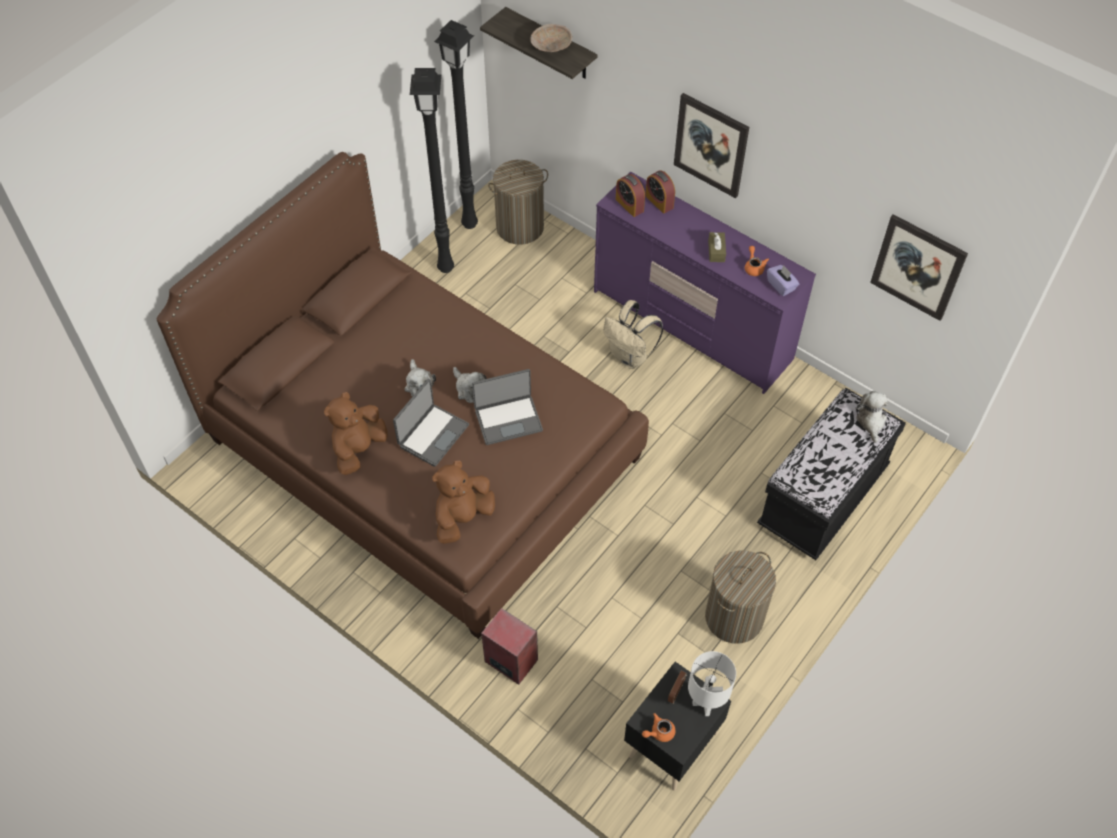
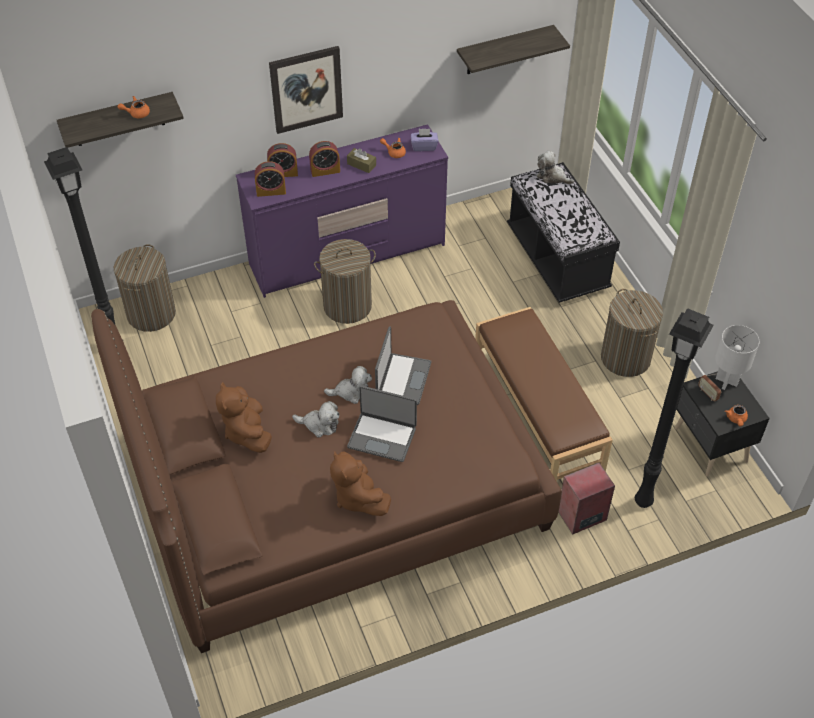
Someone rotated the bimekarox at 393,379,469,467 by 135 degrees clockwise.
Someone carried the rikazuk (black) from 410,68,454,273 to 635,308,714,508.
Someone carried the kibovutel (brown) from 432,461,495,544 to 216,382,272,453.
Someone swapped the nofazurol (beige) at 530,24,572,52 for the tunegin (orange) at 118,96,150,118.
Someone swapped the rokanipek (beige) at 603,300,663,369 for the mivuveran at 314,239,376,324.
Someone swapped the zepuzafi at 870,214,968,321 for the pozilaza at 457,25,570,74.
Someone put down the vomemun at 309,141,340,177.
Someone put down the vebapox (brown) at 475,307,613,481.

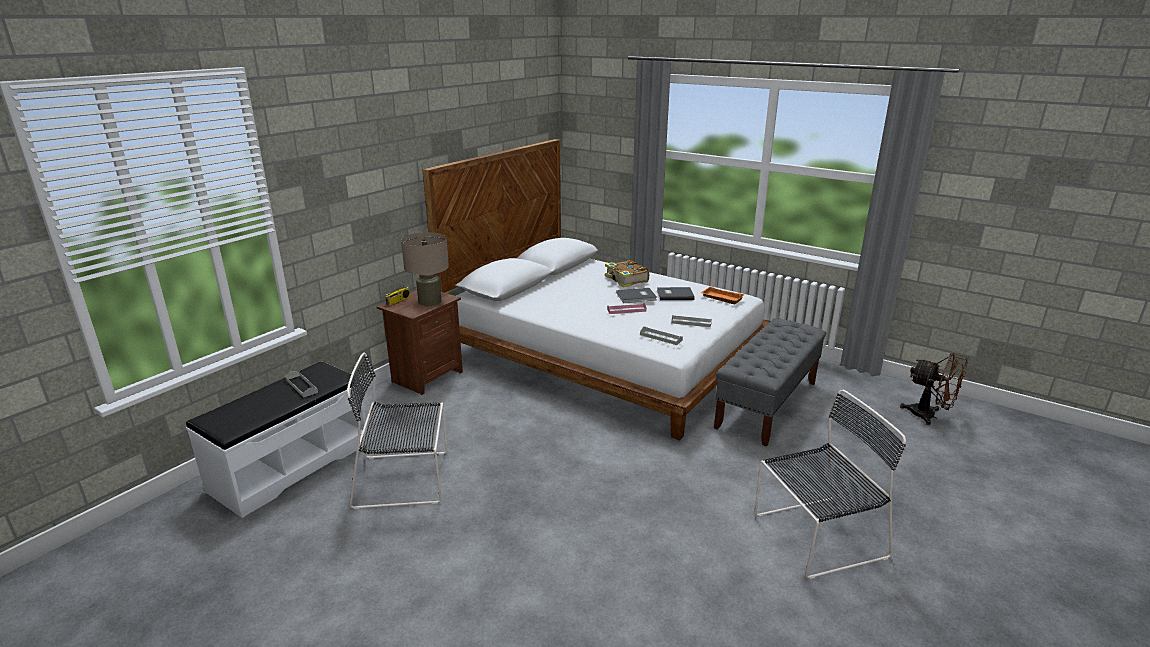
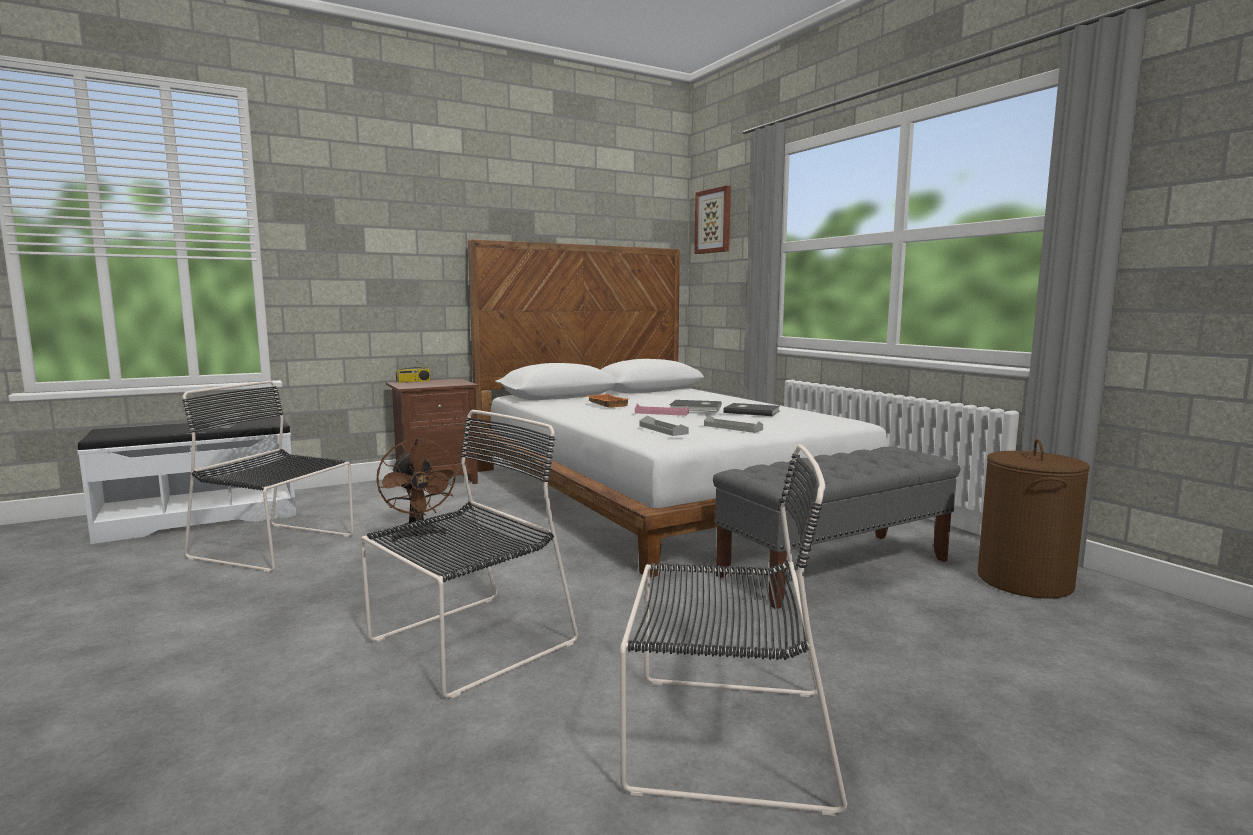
Someone took away the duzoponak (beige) at 401,232,449,306.
Someone took away the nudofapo at 605,260,649,288.
Someone carried the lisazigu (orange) from 701,287,745,304 to 586,394,630,407.
Someone carried the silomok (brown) from 900,353,968,425 to 376,438,458,542.
Someone put down the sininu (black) at 360,410,578,699.
Someone put up the zepuzafi at 694,186,731,254.
Someone put down the mivuveran (brown) at 978,439,1090,599.

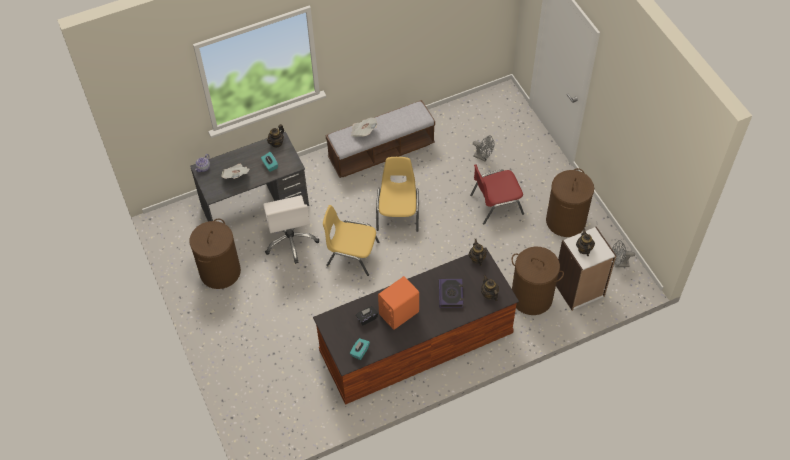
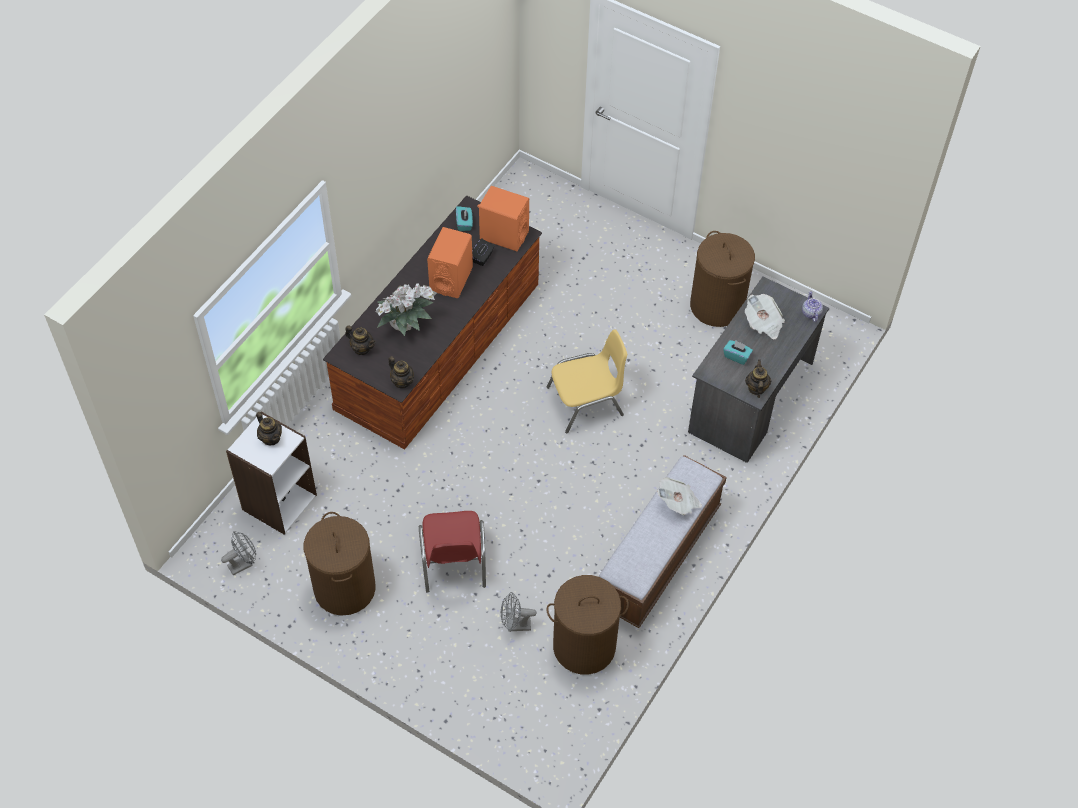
Someone took away the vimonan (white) at 263,195,319,264.
Someone took away the sininu (yellow) at 376,157,419,232.
Someone swapped the nudofapo at 439,279,464,308 for the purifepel at 375,283,437,336.
Someone rotated the sininu (red) at 470,164,524,224 by 135 degrees clockwise.
Someone carried the mivuveran (brown) from 512,247,564,315 to 547,575,629,674.
Someone put down the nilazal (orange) at 477,186,529,251.

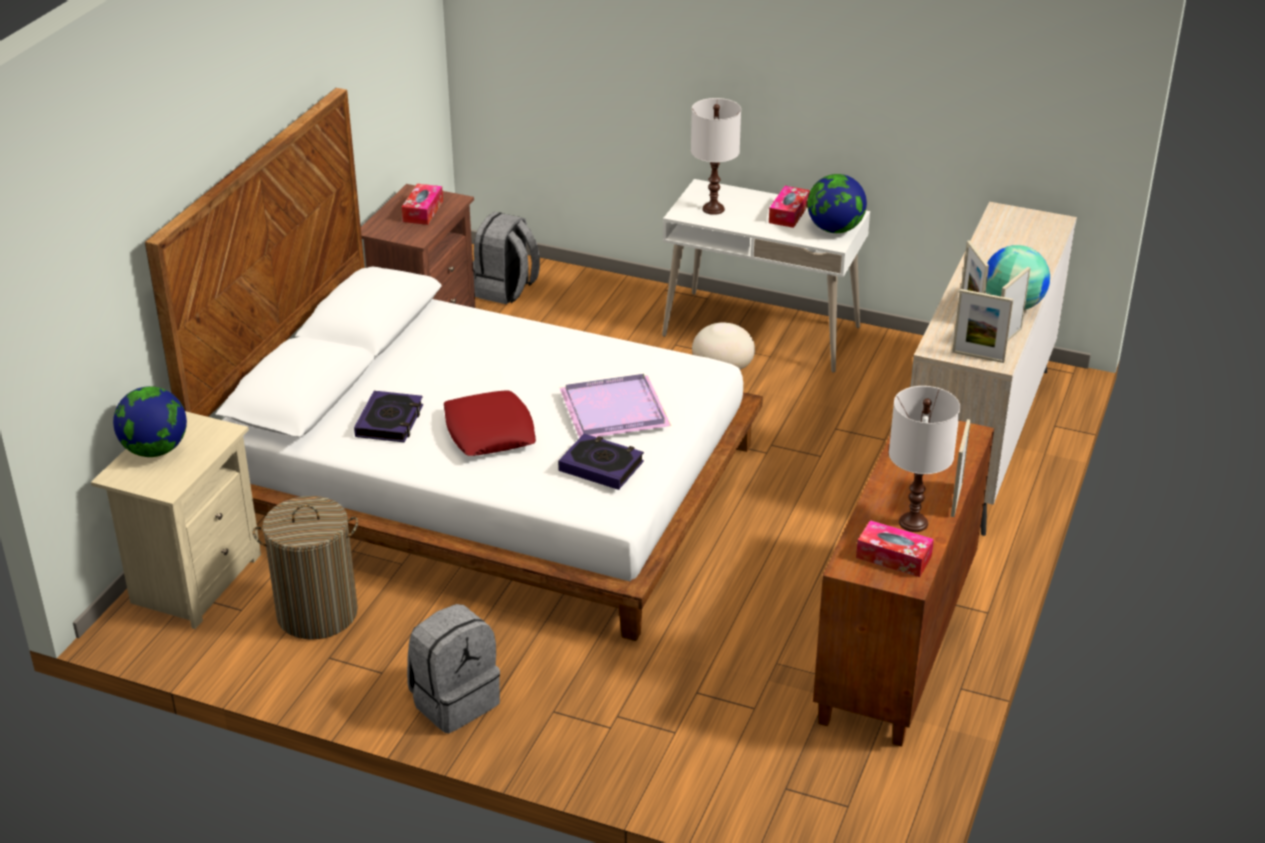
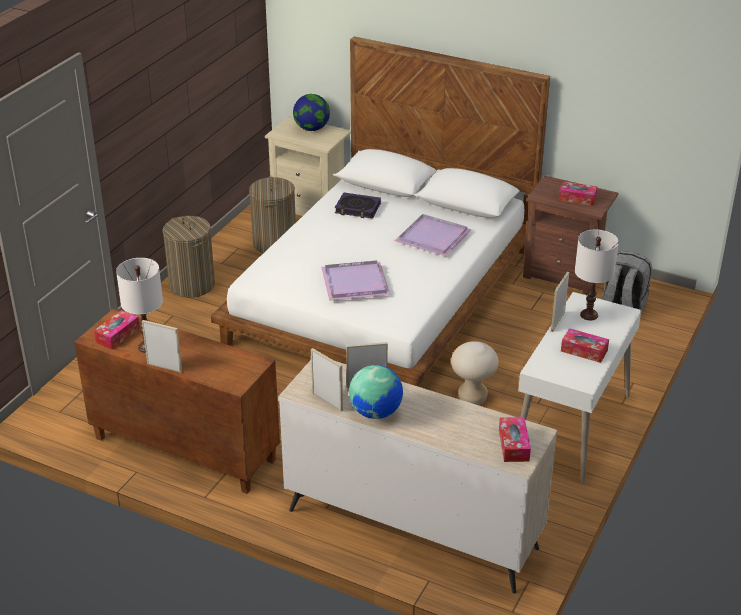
Someone swapped the rokanipek (grey) at 407,604,500,733 for the mivuveran at 163,216,215,298.
Someone took away the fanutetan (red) at 444,391,536,456.
Someone took away the nudofapo at 558,434,644,490.
Someone took away the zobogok at 807,174,867,233.
Someone carried the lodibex from 952,289,1013,363 to 551,272,569,332.
Someone put down the lisazigu (purple) at 395,214,472,256.
Someone put down the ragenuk at 499,417,531,462.

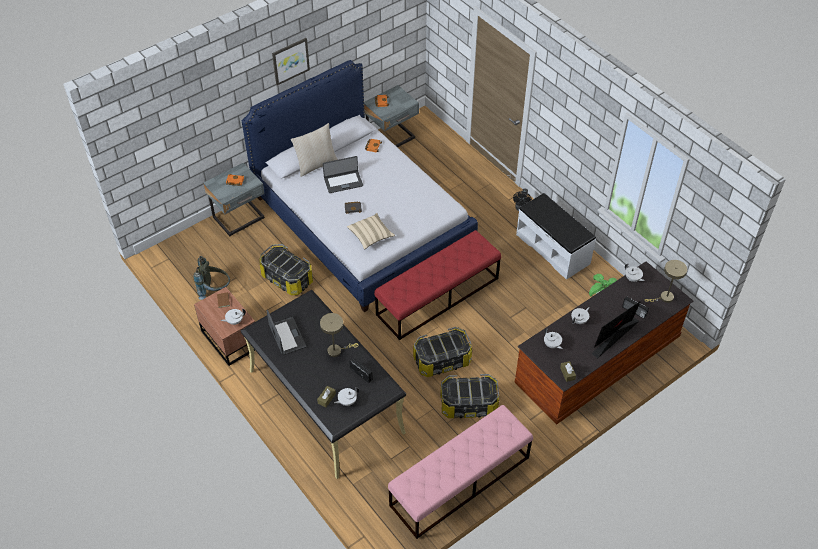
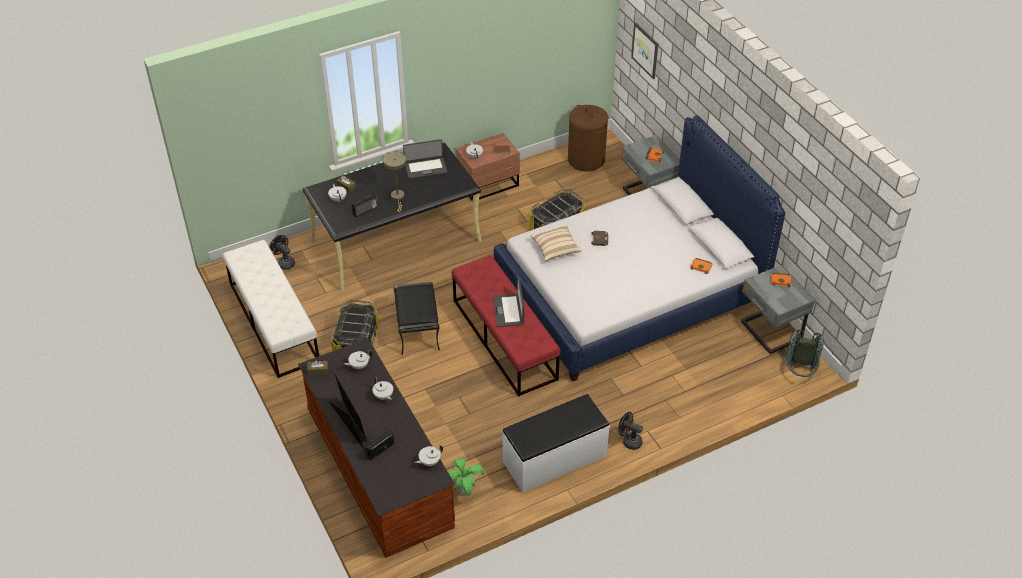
Someone carried the rokanipek (grey) from 194,256,230,300 to 784,330,824,377.
Someone carried the zepuzafi from 272,38,310,85 to 631,22,658,79.
Someone took away the fanutetan (beige) at 291,123,338,177.
Someone carried the bimekarox from 323,156,363,193 to 493,276,524,327.
Someone repainted the vebapox (pink) at 388,405,533,539, which became the vebapox (white) at 223,240,319,378.
Someone swapped the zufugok at 413,327,472,377 for the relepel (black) at 394,282,440,355.
Someone took away the duzoponak (beige) at 645,260,687,303.
Someone put down the silomok (black) at 269,235,295,270.
Someone put down the mivuveran (brown) at 568,105,609,172.

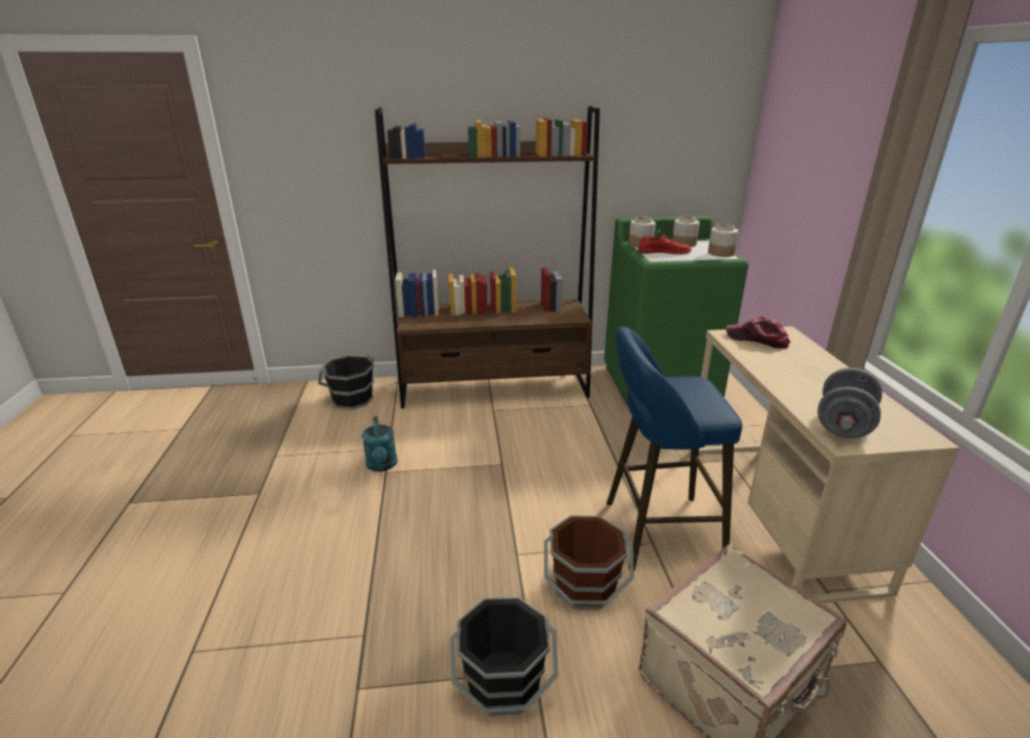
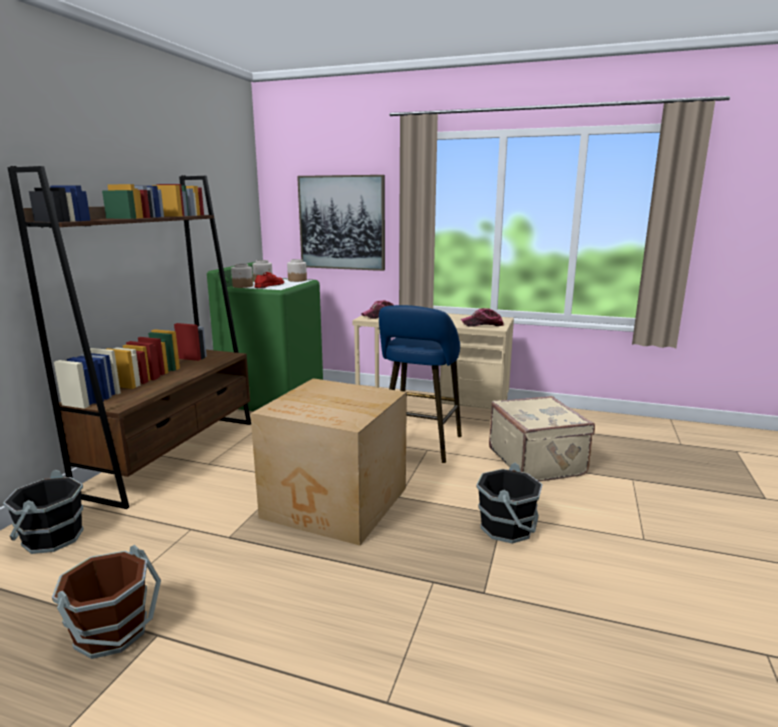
Someone took away the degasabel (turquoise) at 362,416,398,472.
Someone carried the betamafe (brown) from 544,515,634,610 to 52,545,161,659.
Someone swapped the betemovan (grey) at 817,368,882,438 for the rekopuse at 461,308,504,327.
Someone put down the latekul at 250,378,407,546.
Someone put up the zepuzafi at 297,175,385,271.

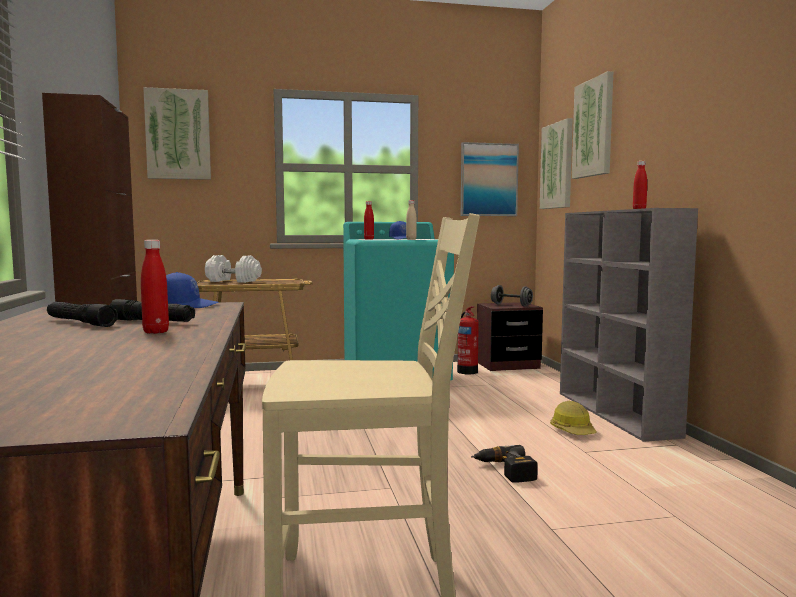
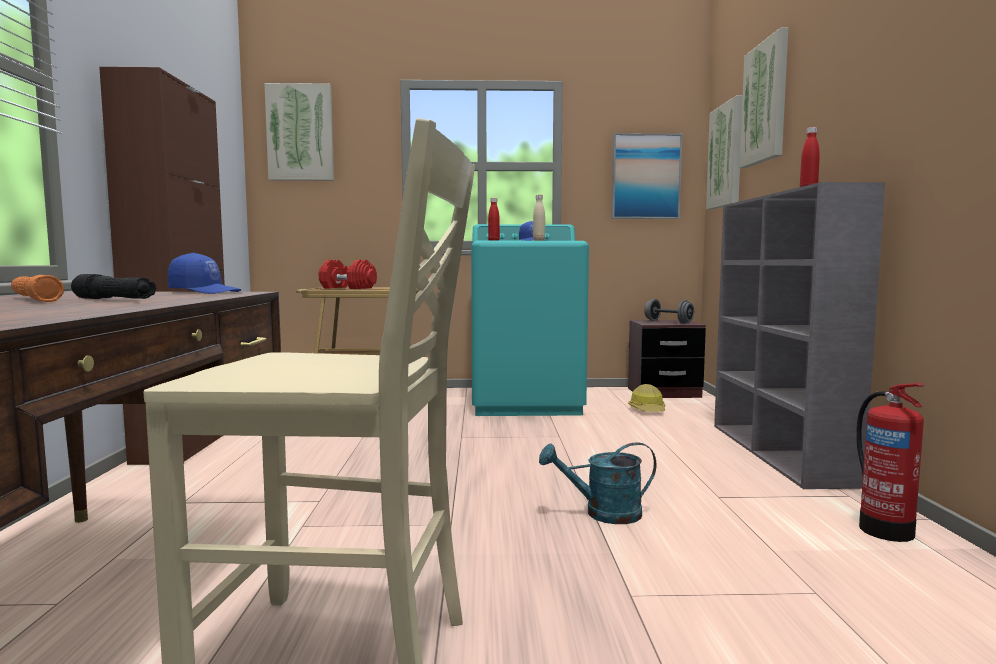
Someone repainted the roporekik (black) at 47,302,118,327, which became the roporekik (orange) at 11,275,64,302.
Someone took away the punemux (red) at 141,240,169,334.
Someone repainted the betemovan (white) at 205,255,262,283, which became the betemovan (red) at 319,260,377,289.
Someone carried the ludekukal from 457,306,479,374 to 856,383,925,542.
Someone swapped the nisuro at 471,445,538,483 for the degasabel (turquoise) at 539,442,656,524.
Someone carried the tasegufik from 550,401,597,435 to 628,384,665,412.

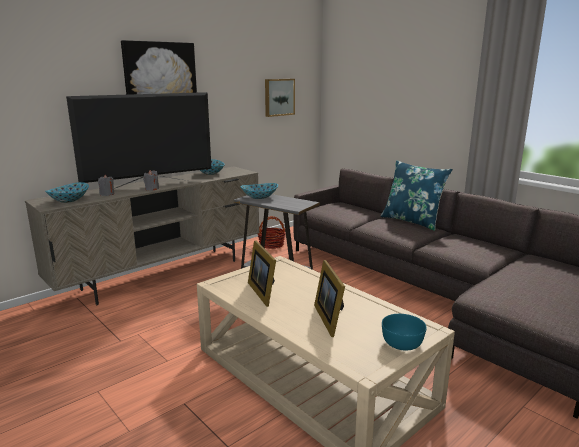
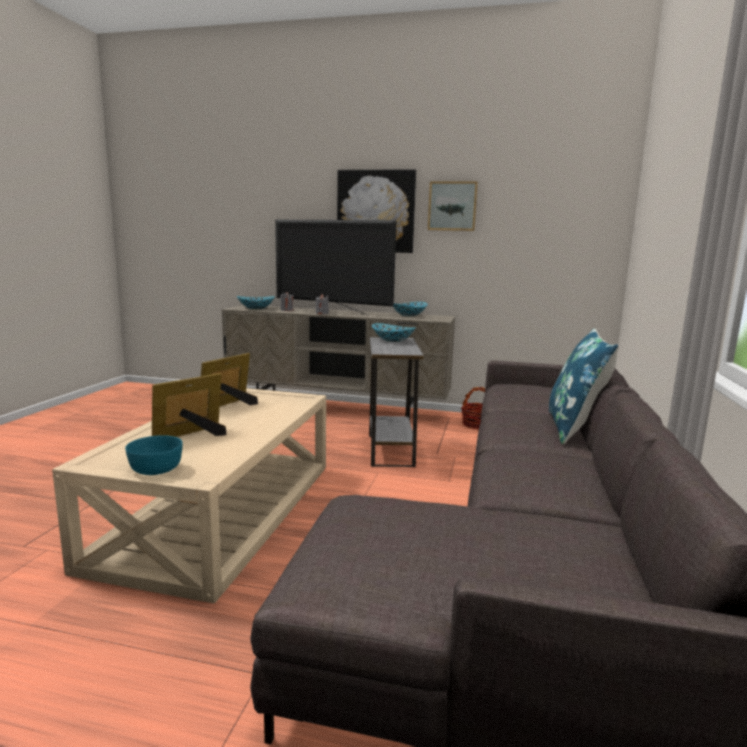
Someone carried the zepuzafi from 265,79,295,117 to 428,181,478,231.

